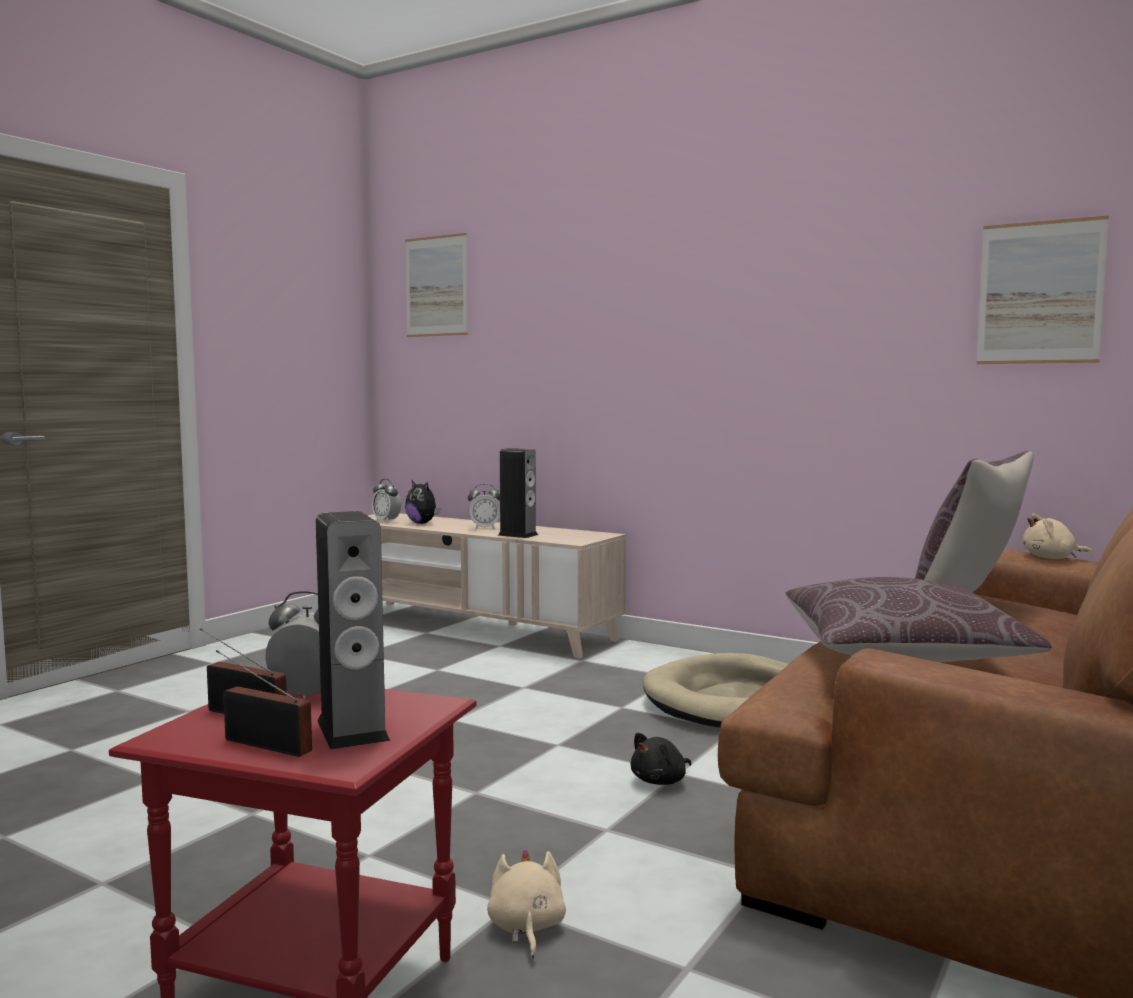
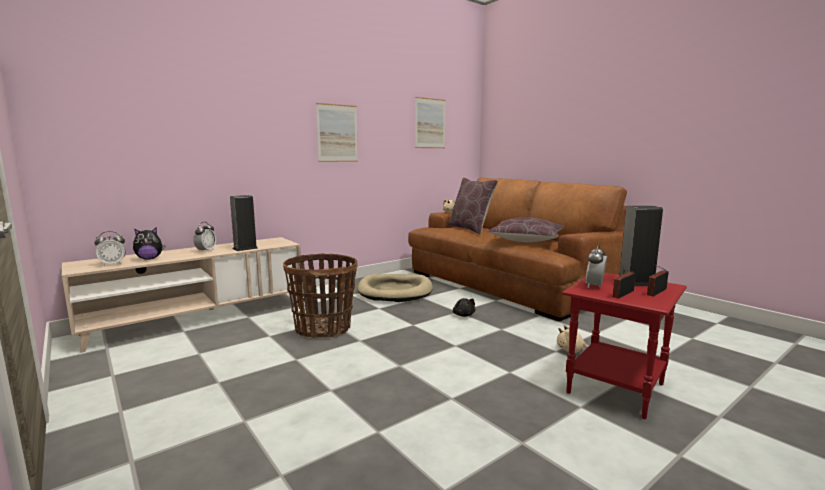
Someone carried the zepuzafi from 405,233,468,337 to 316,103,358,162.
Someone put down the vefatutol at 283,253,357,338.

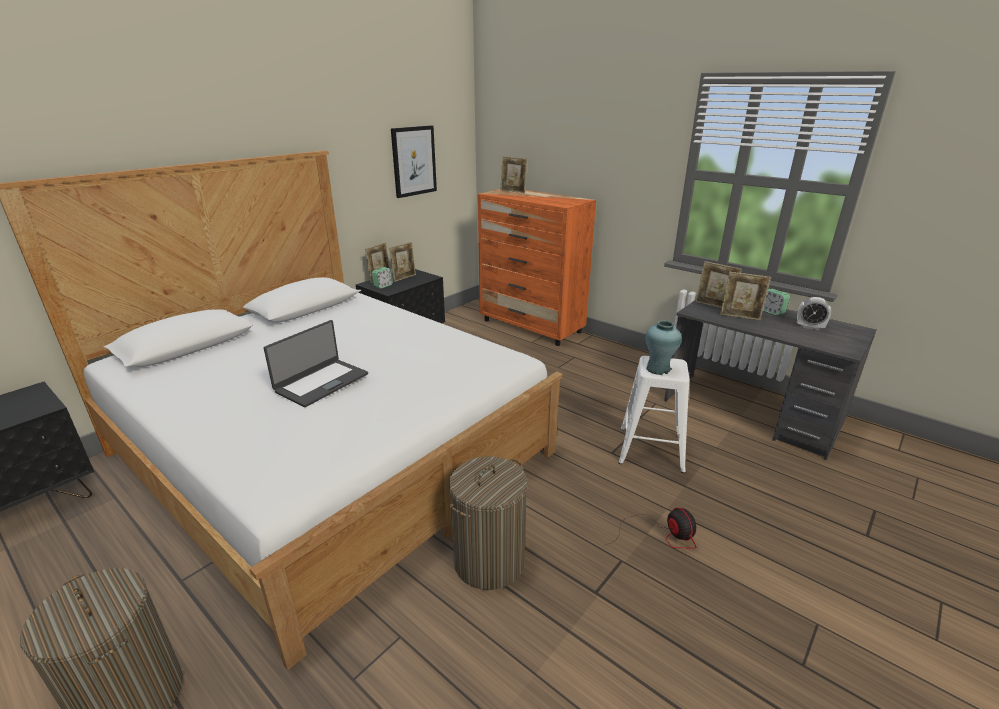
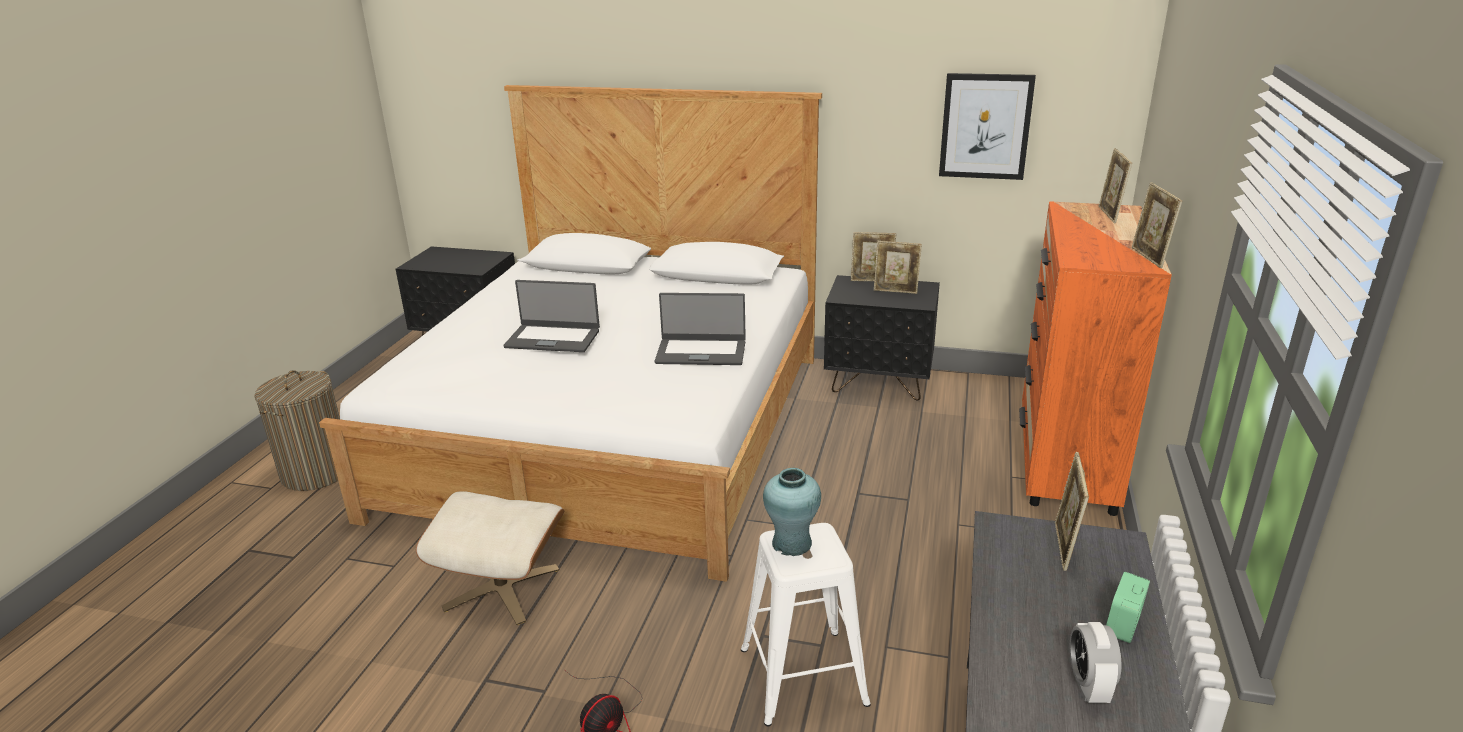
Someone took away the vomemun at 372,267,393,289.
Someone swapped the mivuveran at 449,456,527,590 for the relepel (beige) at 416,491,564,625.
Someone carried the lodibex from 720,272,771,320 to 1132,182,1182,268.
Someone put down the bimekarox at 655,293,746,365.

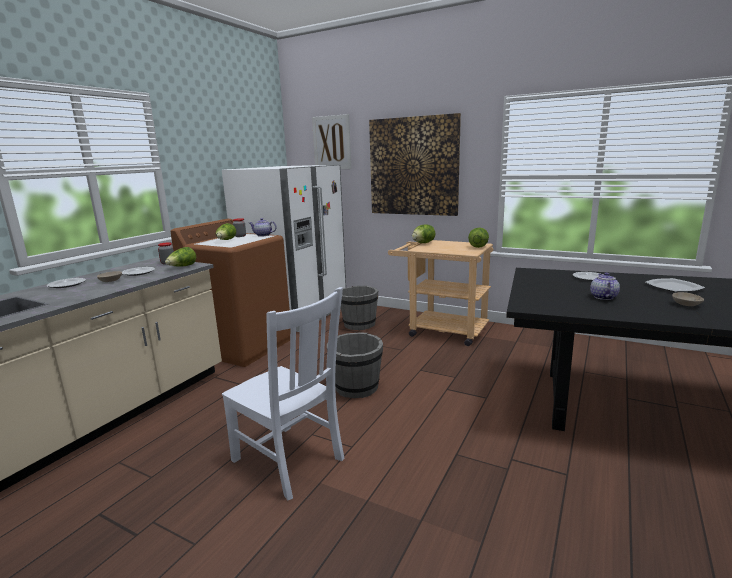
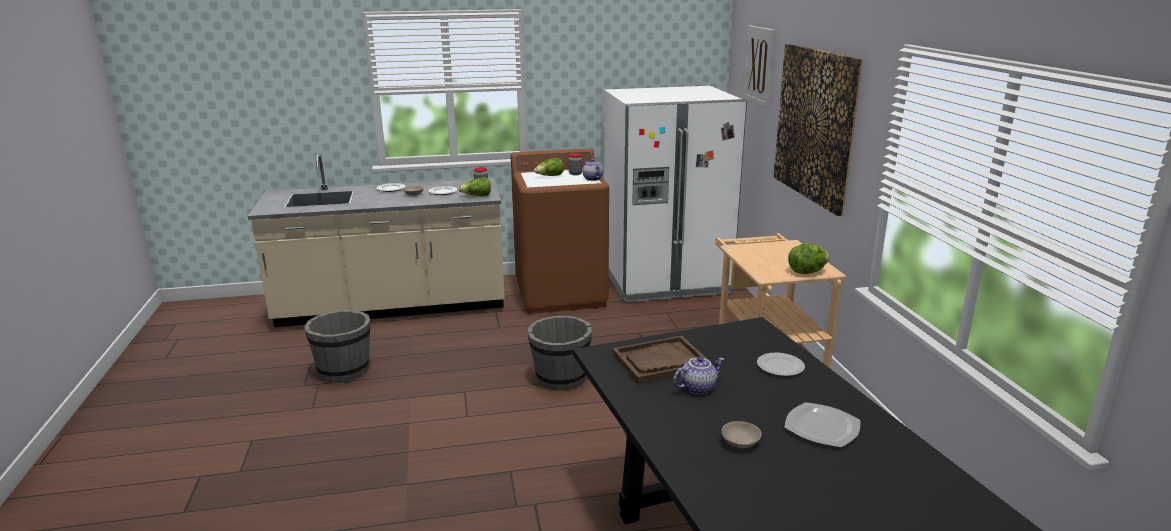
Someone took away the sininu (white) at 222,287,344,500.
Someone carried the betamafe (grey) from 341,286,378,330 to 304,310,370,382.
Someone took away the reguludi at 412,224,435,243.
Someone put down the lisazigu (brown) at 613,336,708,385.

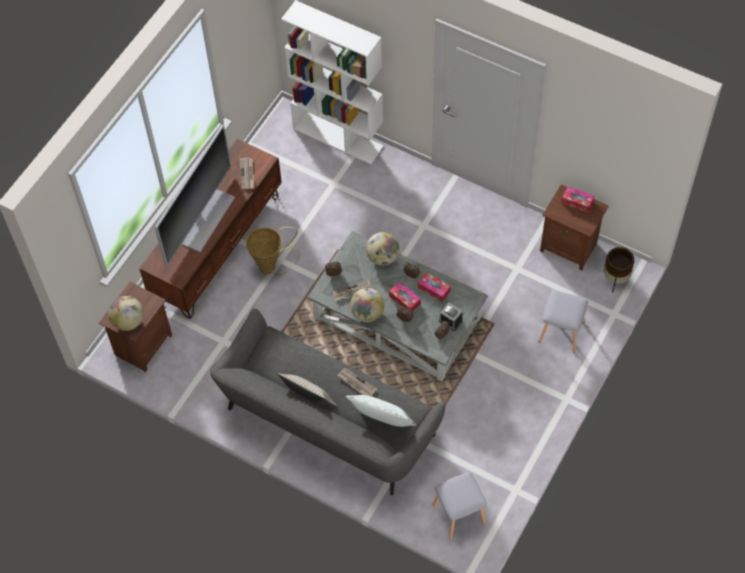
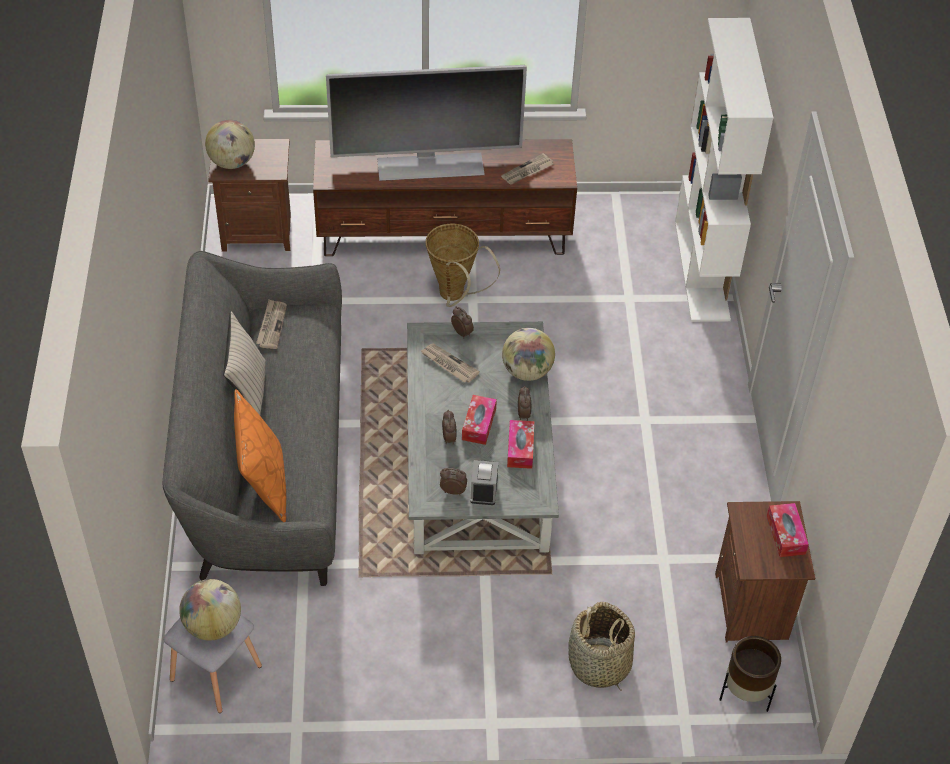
Someone carried the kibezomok from 337,368,377,396 to 256,299,287,349.
Someone repainted the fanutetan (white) at 346,395,416,427, which became the fanutetan (orange) at 234,389,286,522.
Someone carried the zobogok from 350,288,384,322 to 179,579,241,641.
Someone swapped the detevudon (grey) at 538,291,588,353 for the vefatutol at 568,602,635,691.

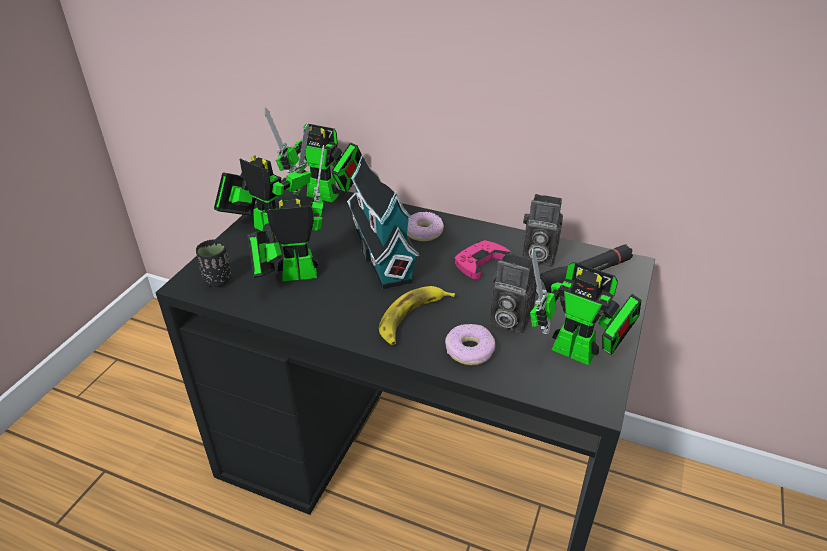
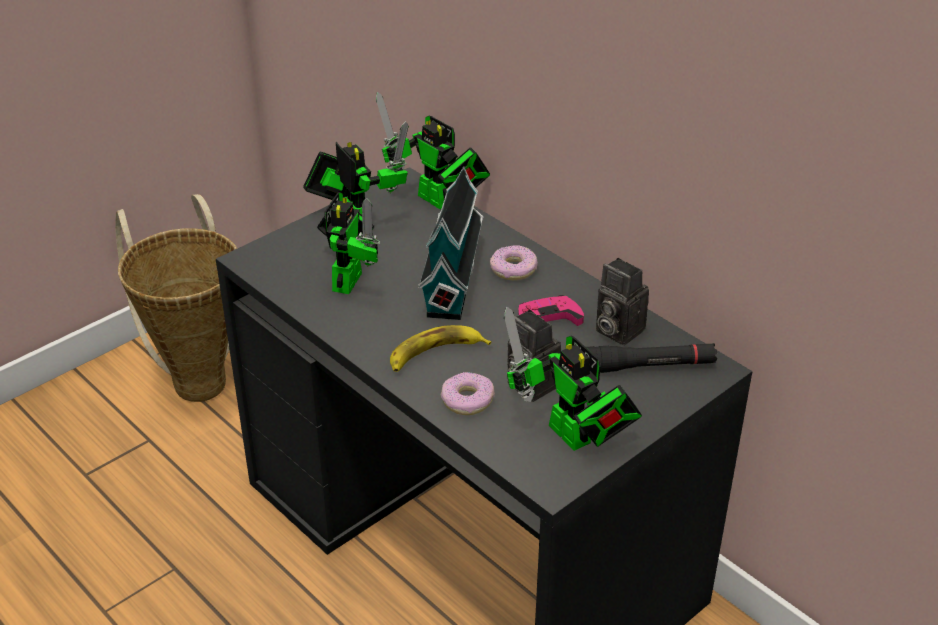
Someone took away the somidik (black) at 196,240,231,287.
Someone rotated the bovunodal at 248,145,324,281 by 90 degrees clockwise.
Someone put down the vefatutol at 115,194,237,402.

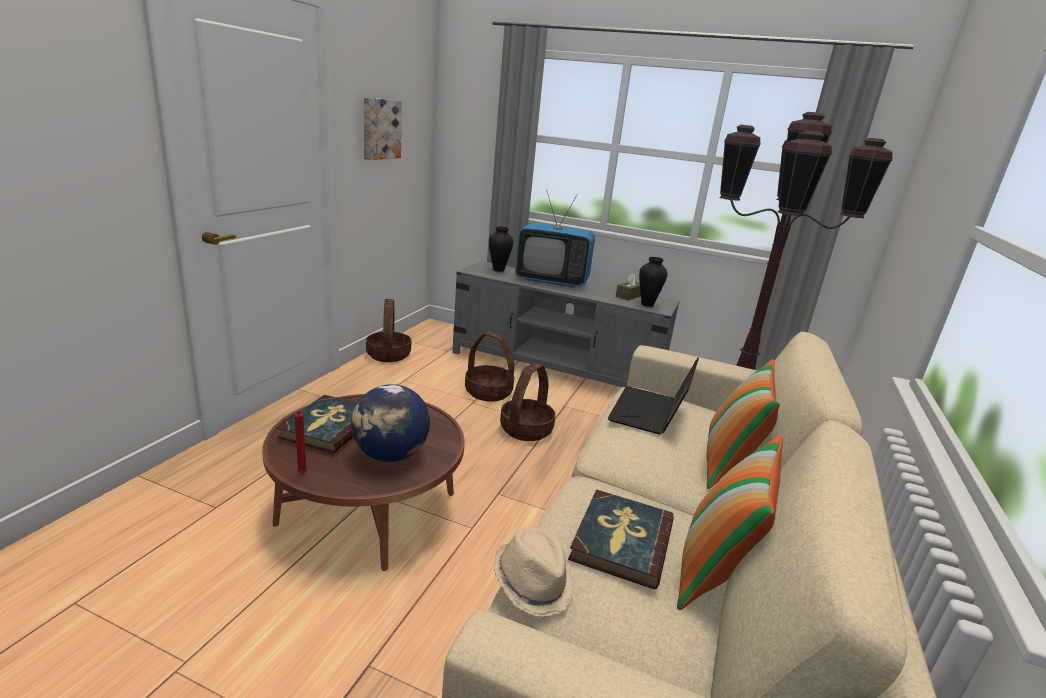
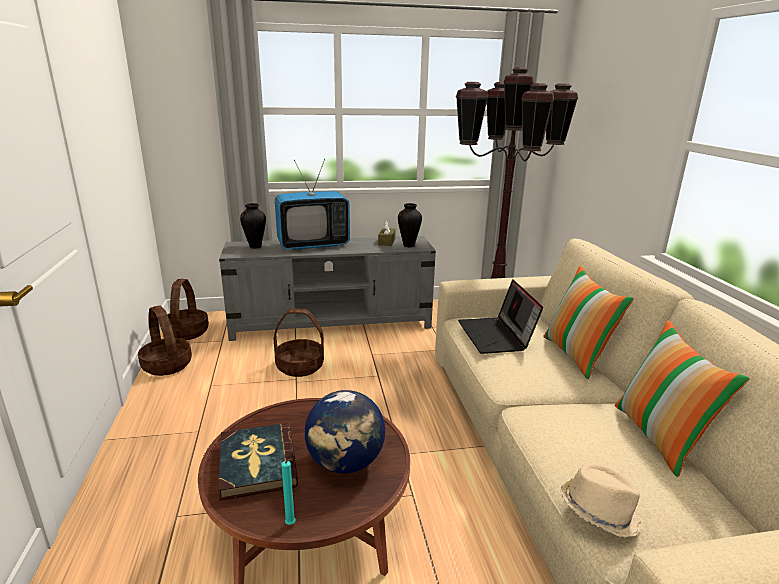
Someone repainted the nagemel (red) at 295,411,307,474, which became the nagemel (turquoise) at 281,459,295,525.
Someone took away the zepuzafi at 364,97,402,160.
Someone carried the vefatutol from 500,363,556,441 to 167,279,209,340.
Someone took away the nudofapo at 568,489,674,589.

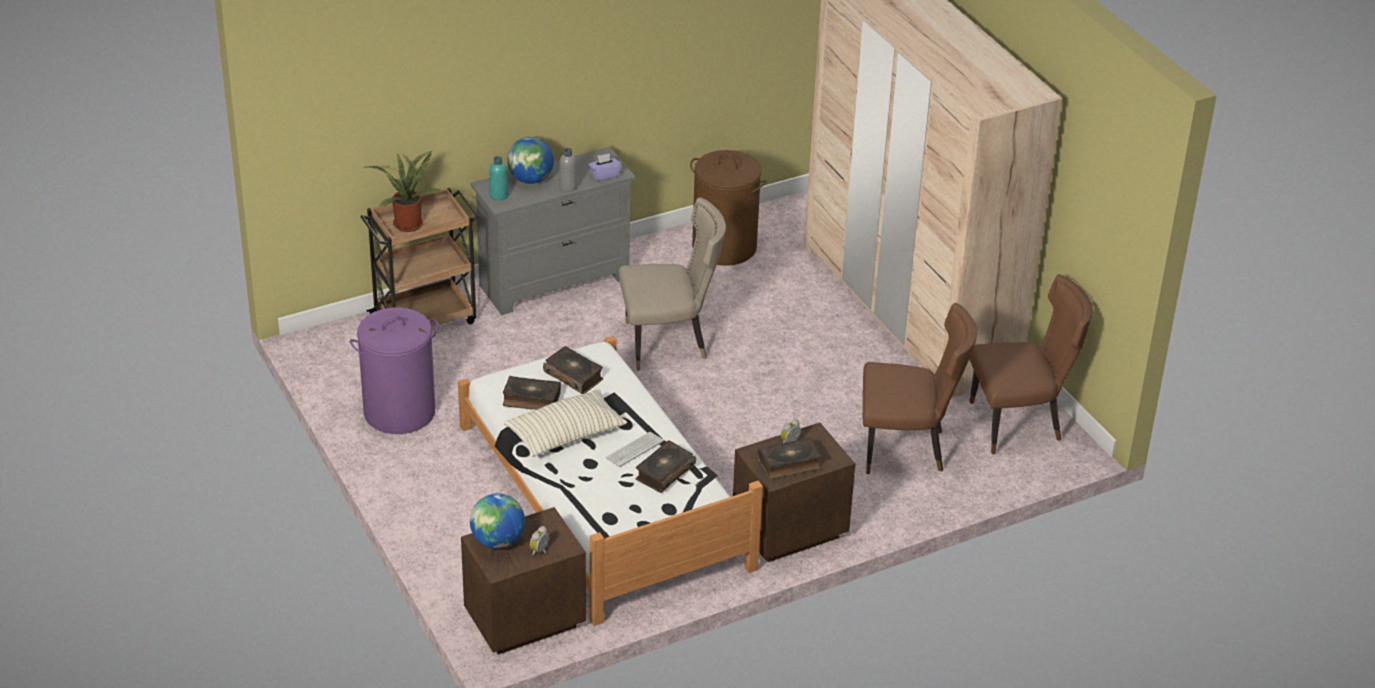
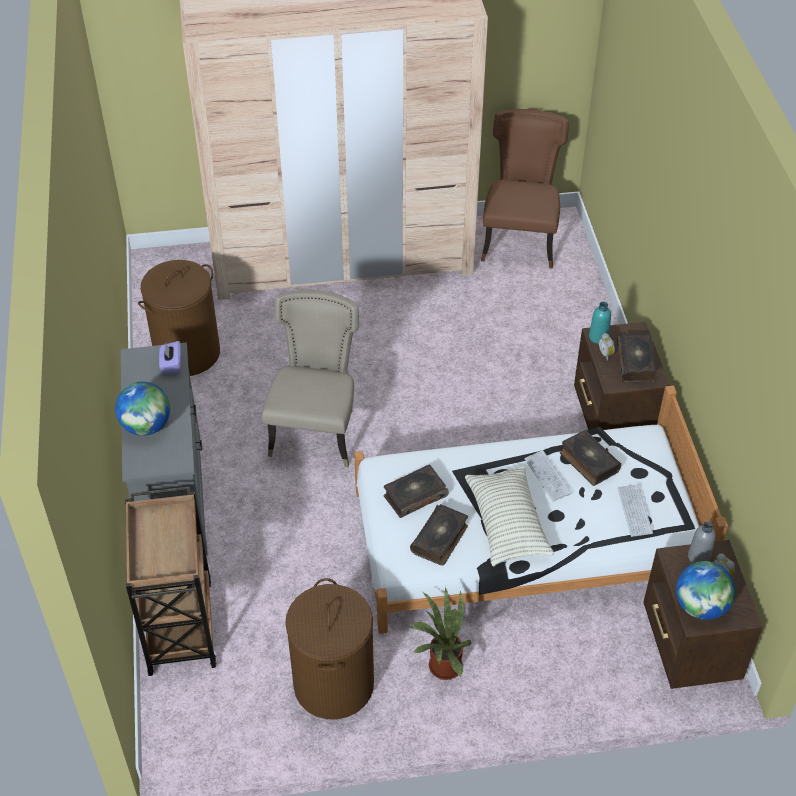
Someone repainted the mivuveran (purple) at 350,308,439,434, which became the mivuveran (brown) at 285,578,374,720.
Someone carried the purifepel from 363,150,444,232 to 409,587,471,680.
Someone carried the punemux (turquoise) from 489,156,509,200 to 589,302,611,344.
Someone carried the punemux (grey) from 559,148,578,192 to 688,521,716,563.
Someone took away the sininu (brown) at 863,303,977,474.
Someone put down the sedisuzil at 617,484,653,537.

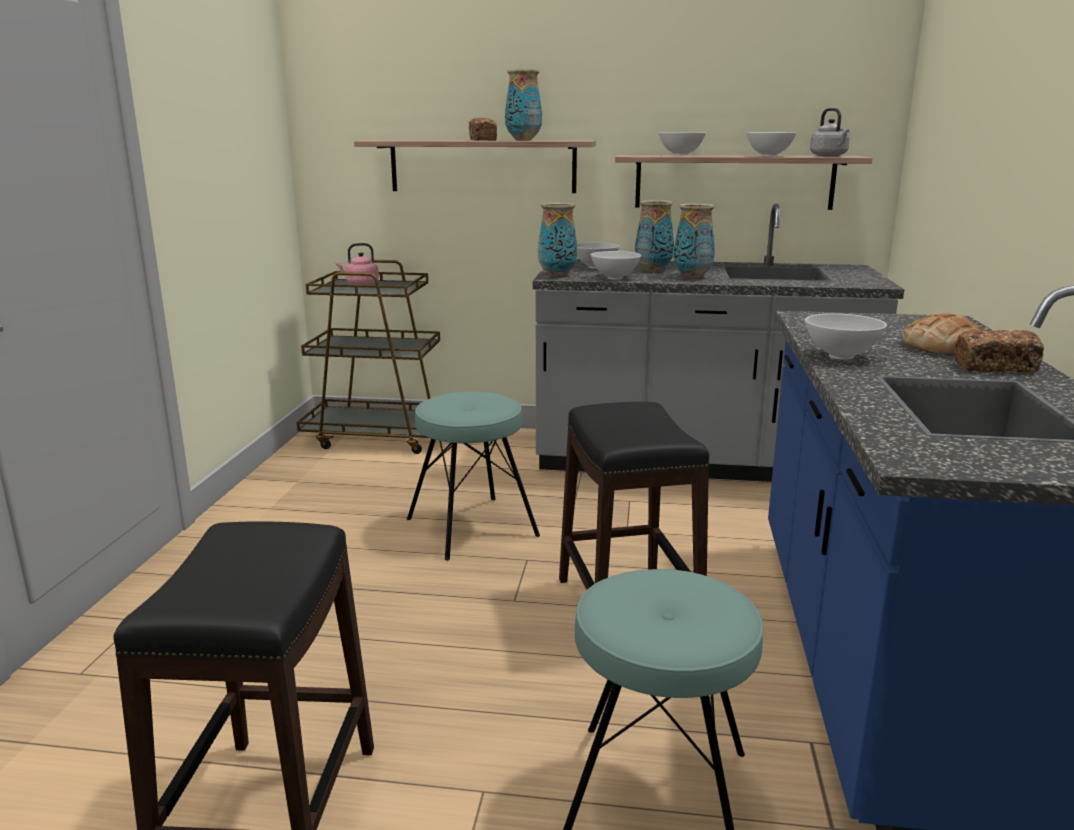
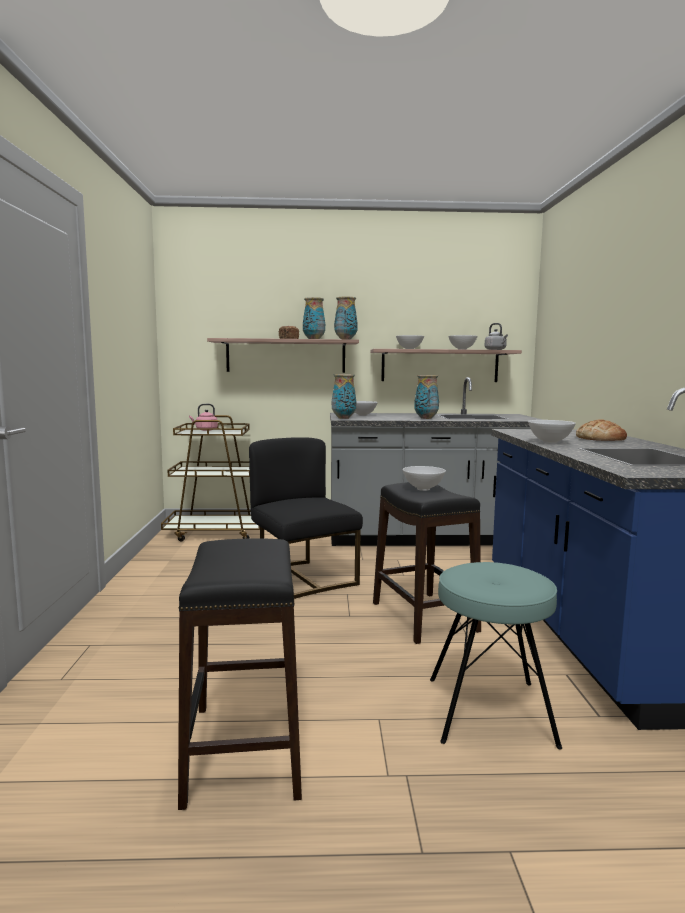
Someone swapped the detevudon (turquoise) at 407,391,540,560 for the sininu (black) at 249,437,363,599.
Someone carried the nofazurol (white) from 591,251,641,280 to 403,466,446,491.
Someone carried the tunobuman from 635,200,674,272 to 334,296,358,339.
Someone took away the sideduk at 955,330,1044,372.

